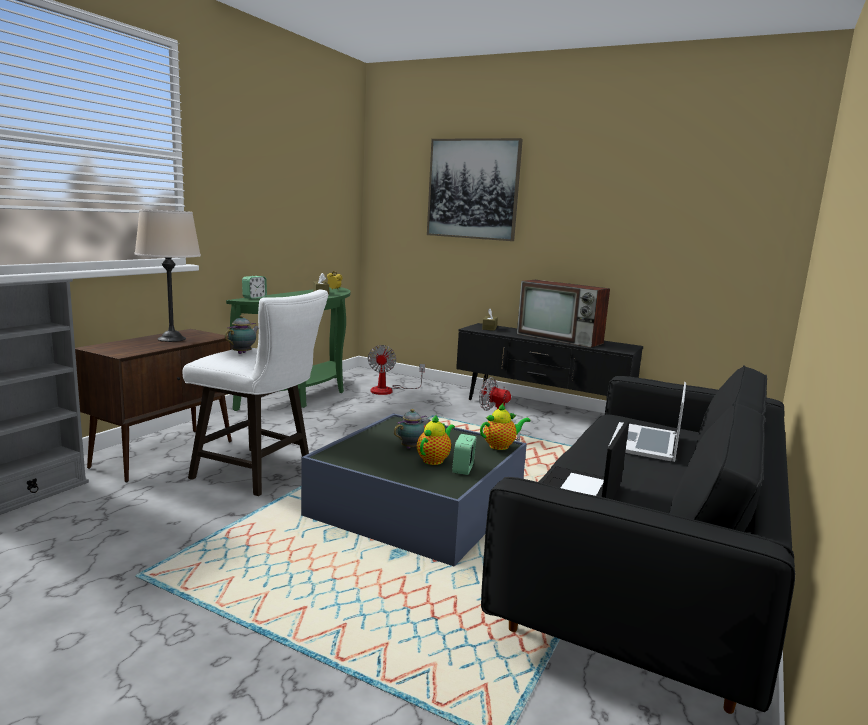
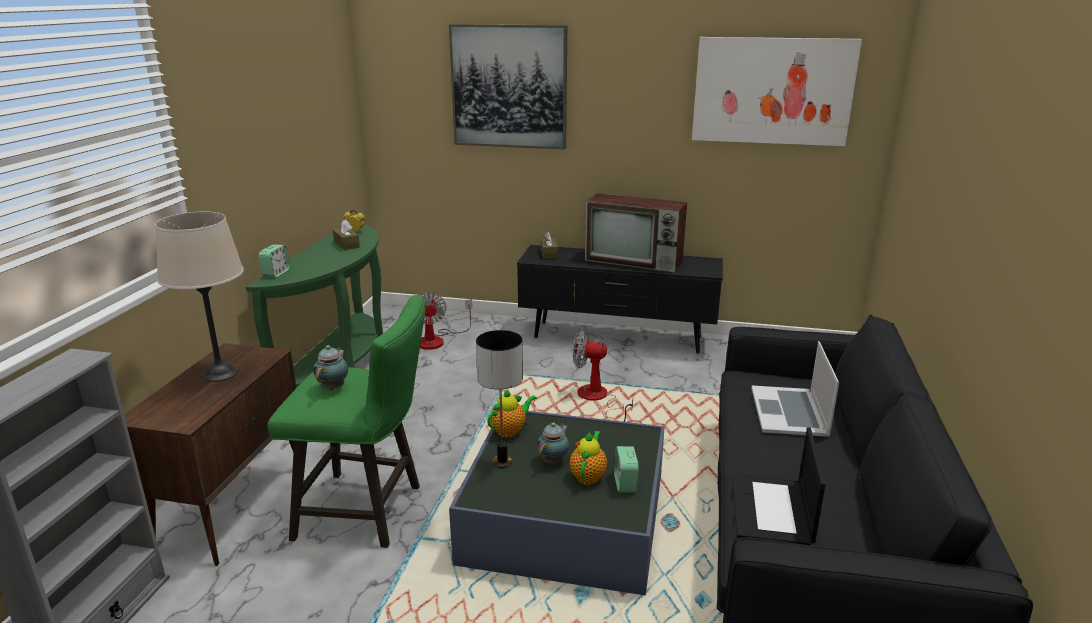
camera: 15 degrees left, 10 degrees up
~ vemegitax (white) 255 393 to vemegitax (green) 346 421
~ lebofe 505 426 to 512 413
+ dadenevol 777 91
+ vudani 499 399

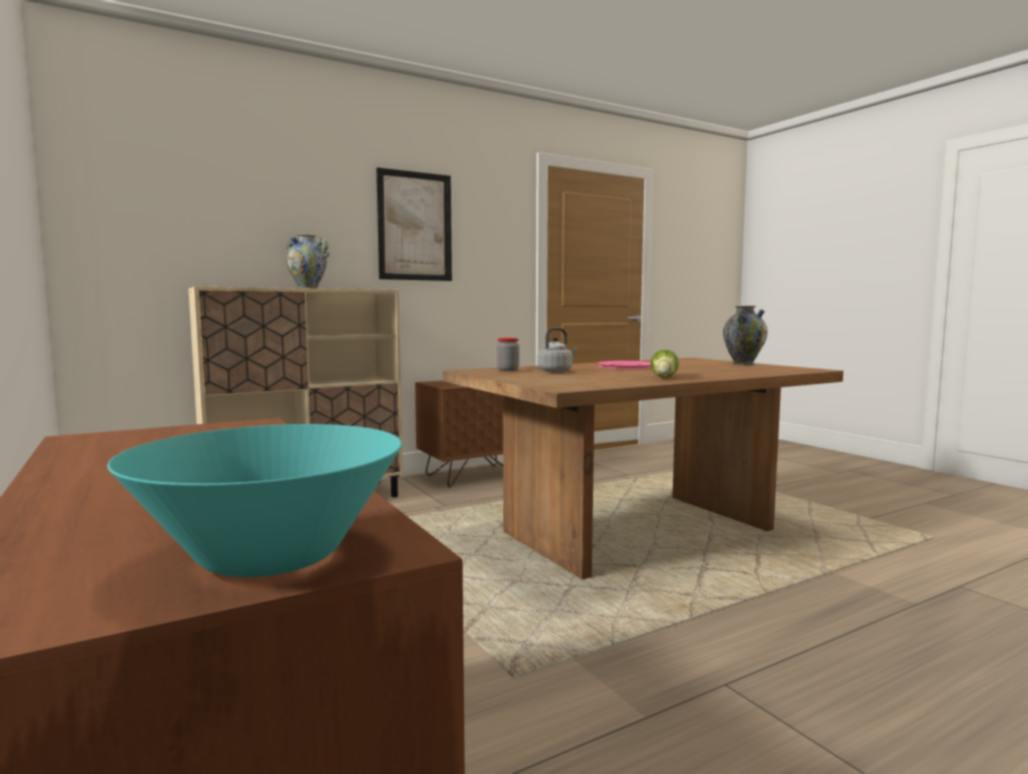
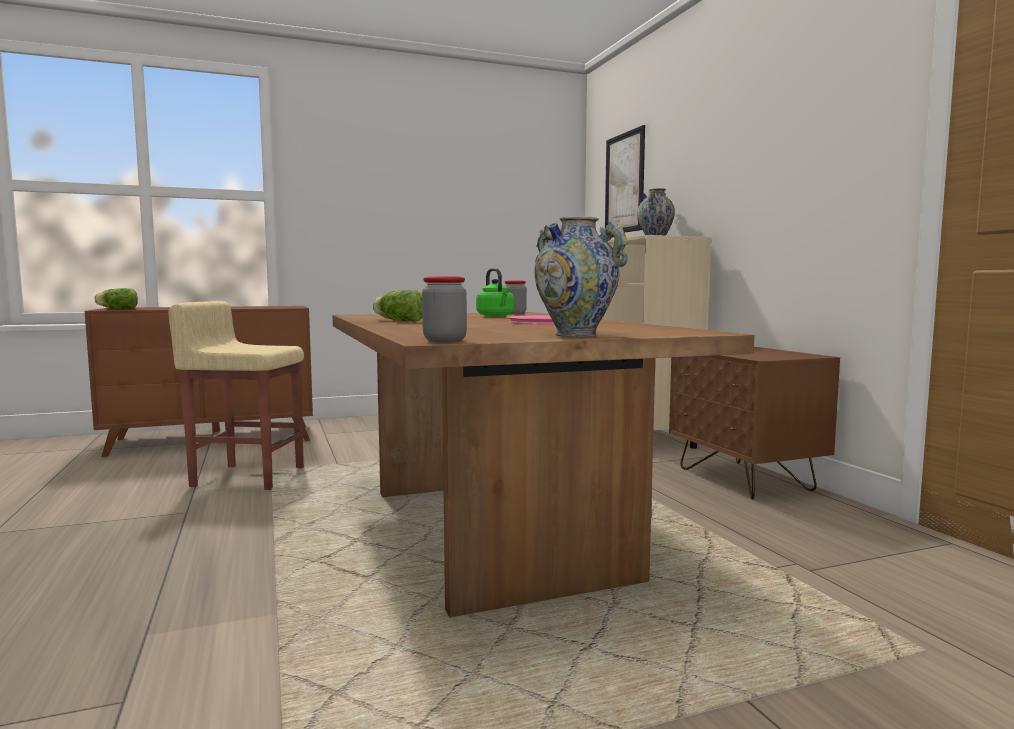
camera: 100 degrees right, 0 degrees up
~ dadenevol 414 224 to 625 179
~ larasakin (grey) 557 350 to larasakin (green) 495 292
~ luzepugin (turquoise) 254 500 to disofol 116 298
+ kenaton 444 309
+ vemegitax (beige) 236 395

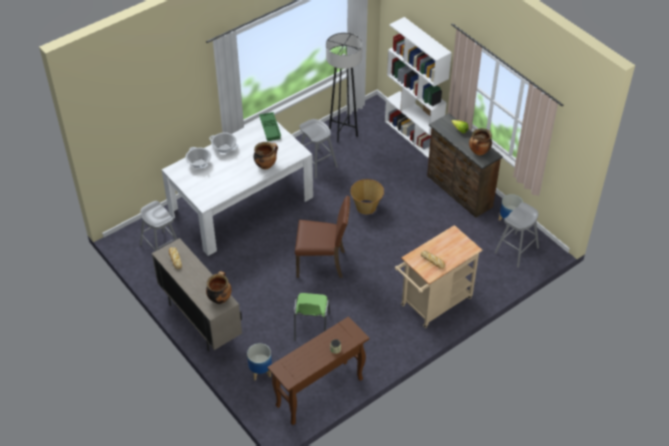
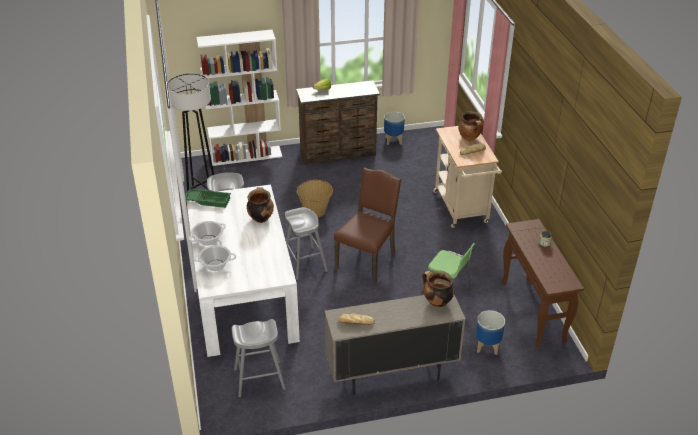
camera: 65 degrees left, 10 degrees down
~ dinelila 480 142 to 470 126
~ vemegitax (grey) 516 235 to 306 243

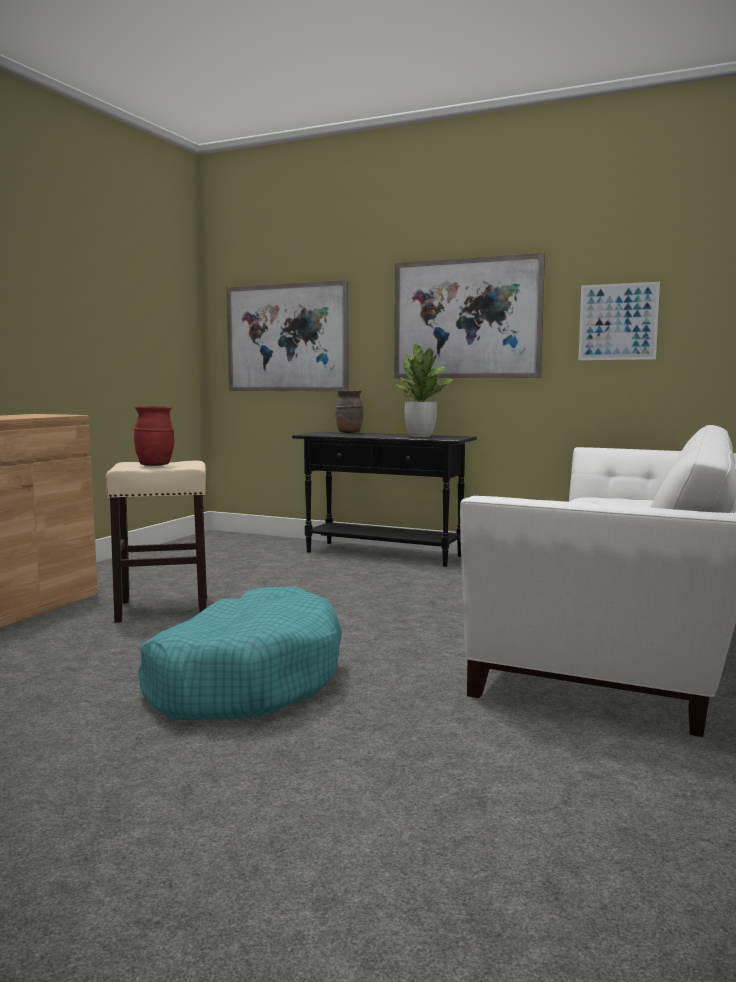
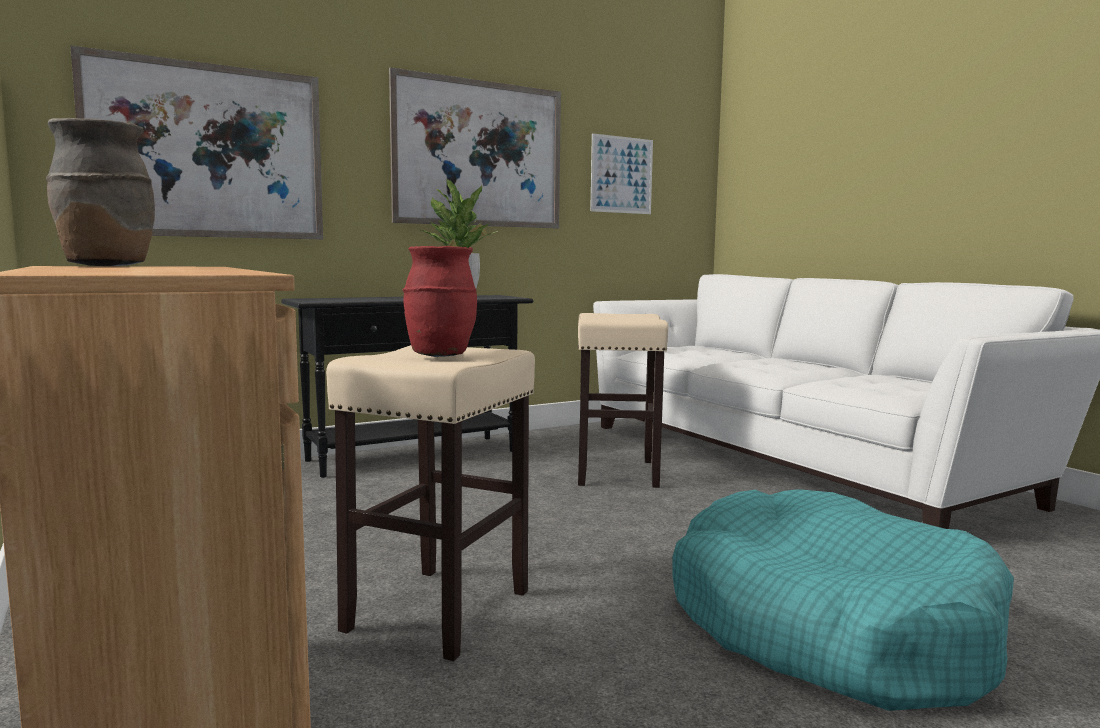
camera: 55 degrees left, 0 degrees up
~ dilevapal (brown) 349 411 to 100 192
+ vemegitax (beige) 623 400

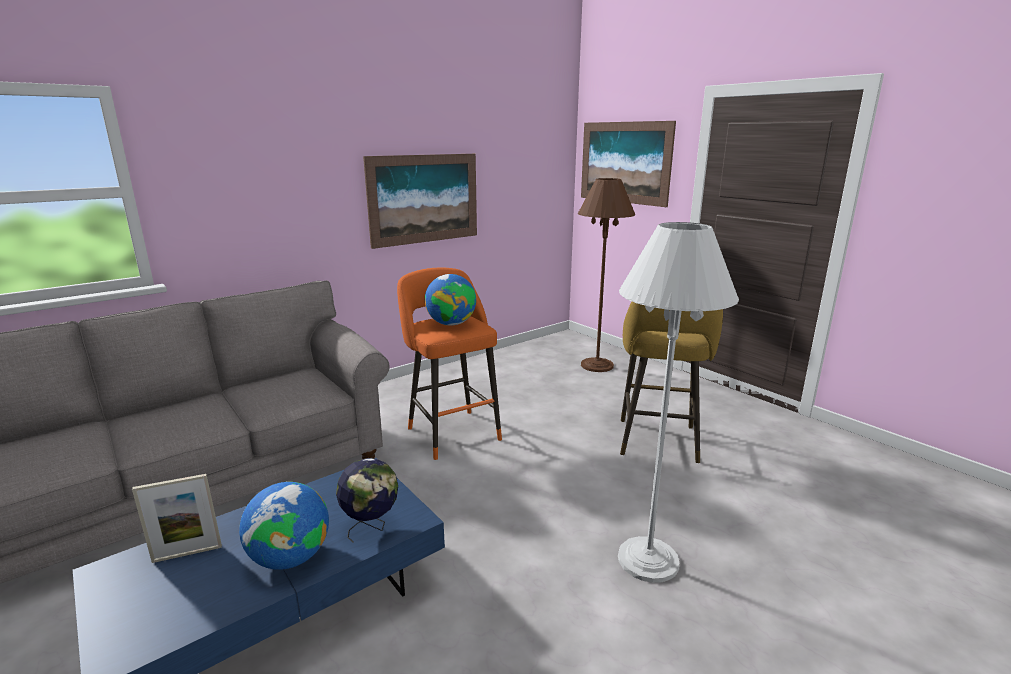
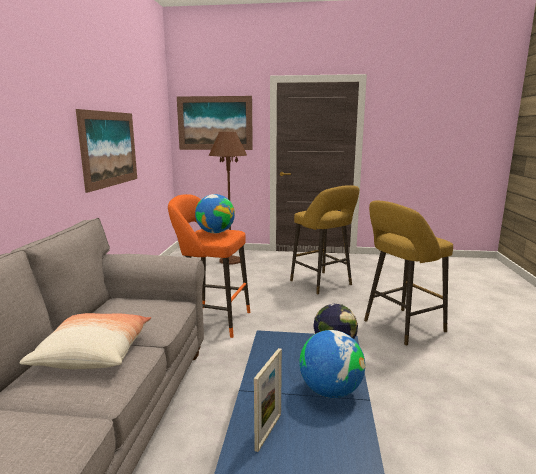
camera: 45 degrees left, 5 degrees down
~ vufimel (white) 678 402 to vemegitax (yellow) 408 273
+ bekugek 85 341

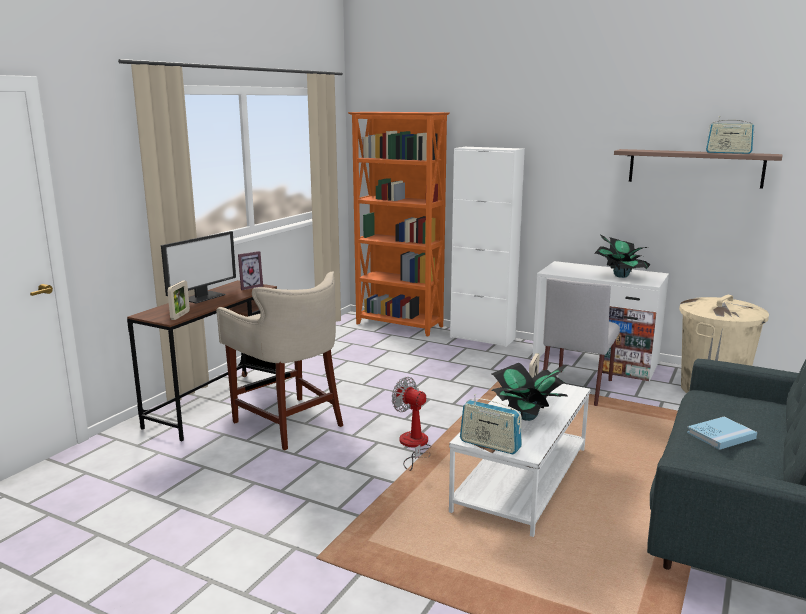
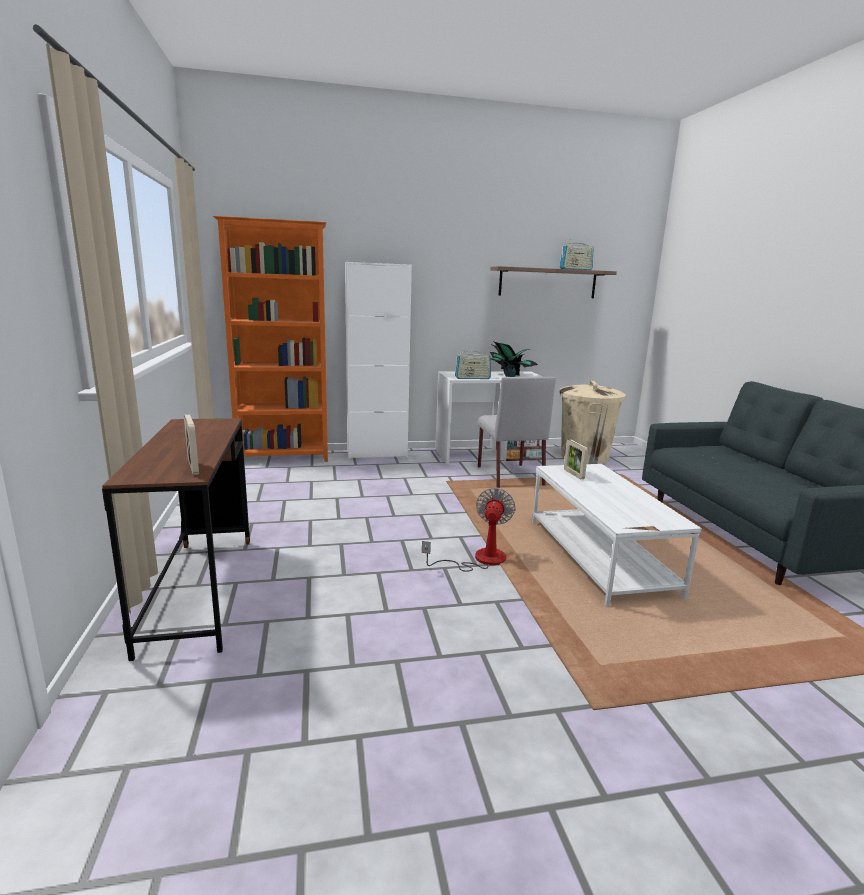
camera: 40 degrees left, 0 degrees up
- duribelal 198 267
- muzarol 250 270
- vemegitax (beige) 279 361
- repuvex 530 392
~ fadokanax 412 424 = 469 530 105 degrees clockwise
~ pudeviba 491 424 to 473 365
- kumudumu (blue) 722 433

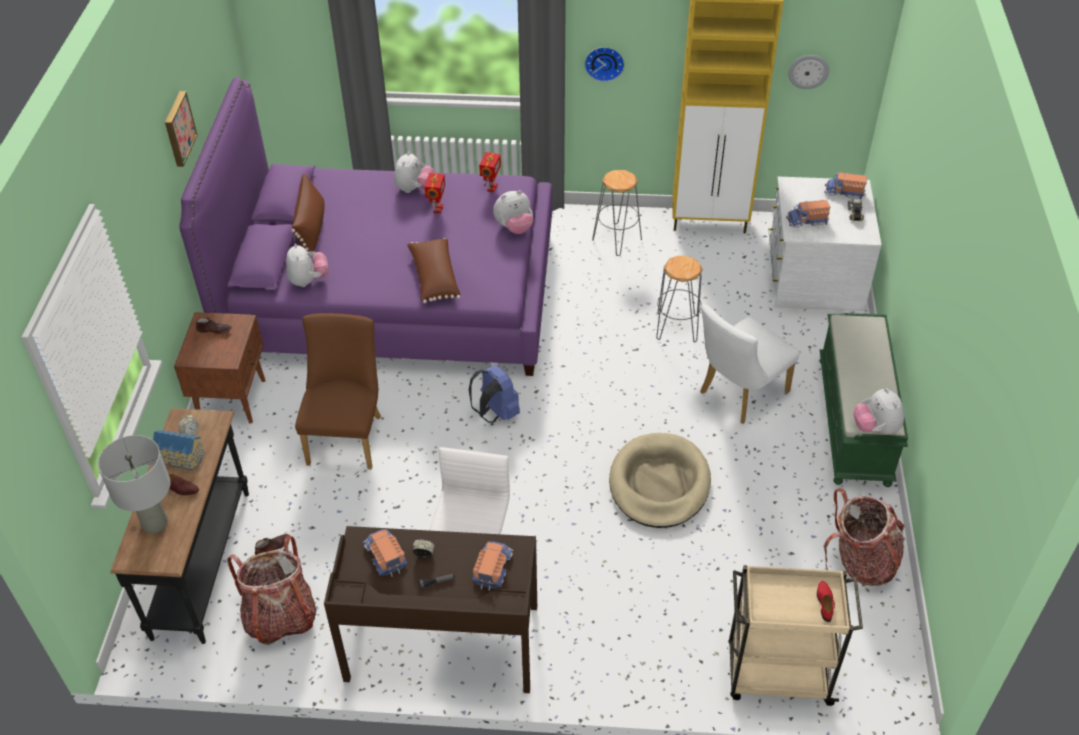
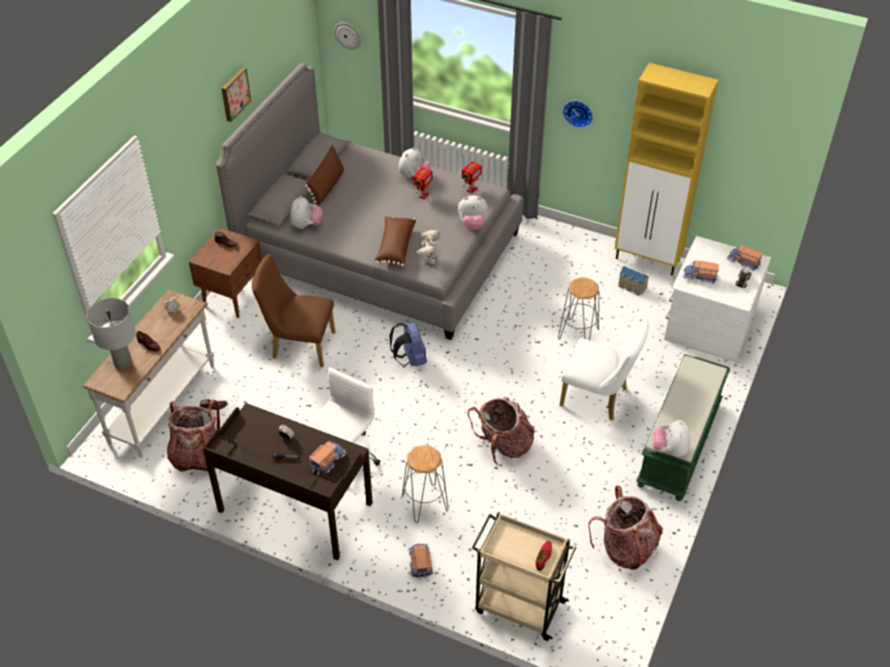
camera: 20 degrees right, 0 degrees up
~ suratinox 808 72 to 347 36
~ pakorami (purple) 366 226 to pakorami (grey) 369 201
~ vemegitax (grey) 617 213 to 425 484
~ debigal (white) 750 364 = 604 369 135 degrees counterclockwise
~ debigal (brown) 338 391 = 293 310 105 degrees counterclockwise
~ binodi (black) 180 526 to binodi (white) 148 374
~ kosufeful 179 450 to 633 280
~ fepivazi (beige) 660 480 to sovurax 501 431
~ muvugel 385 553 to 420 562
+ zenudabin 428 247

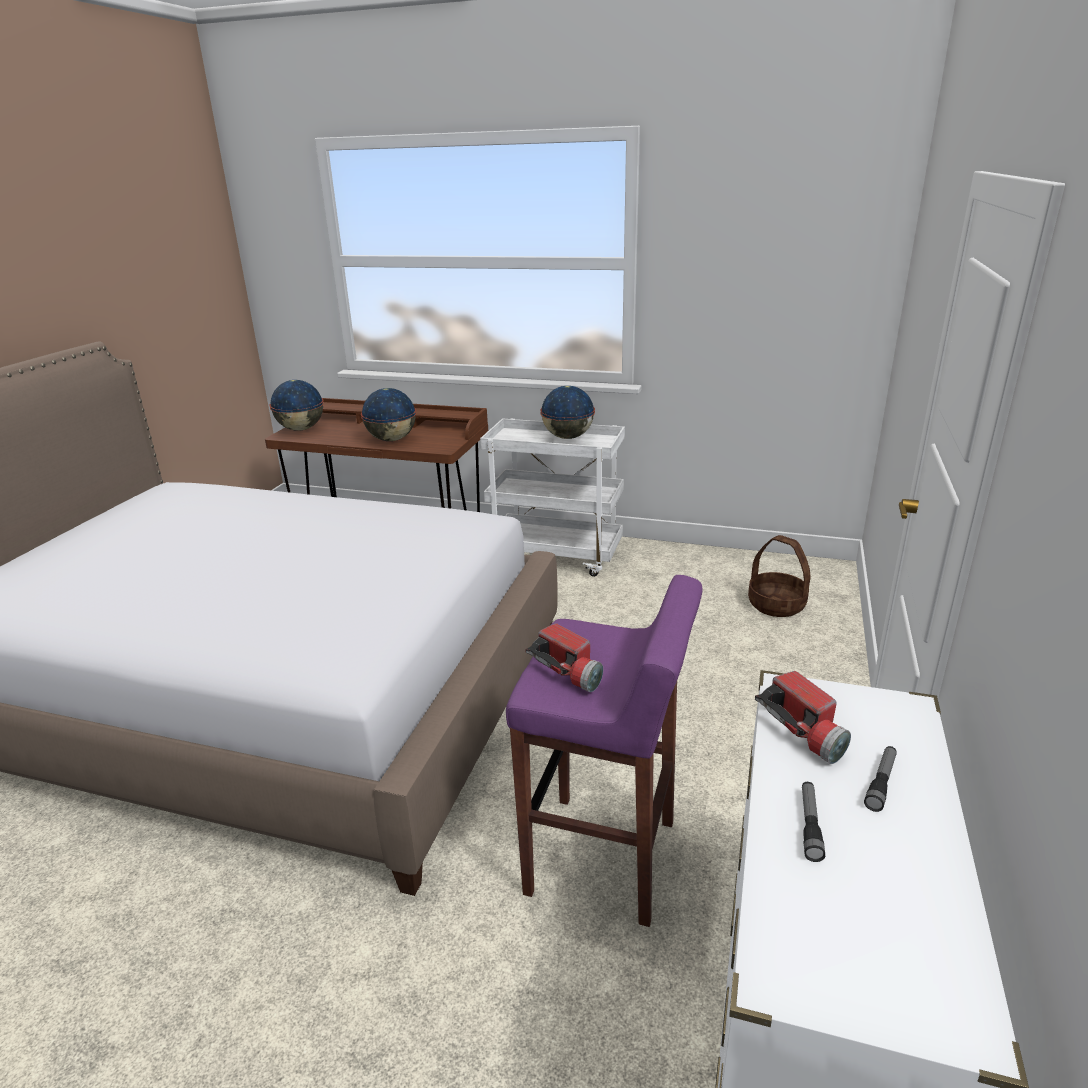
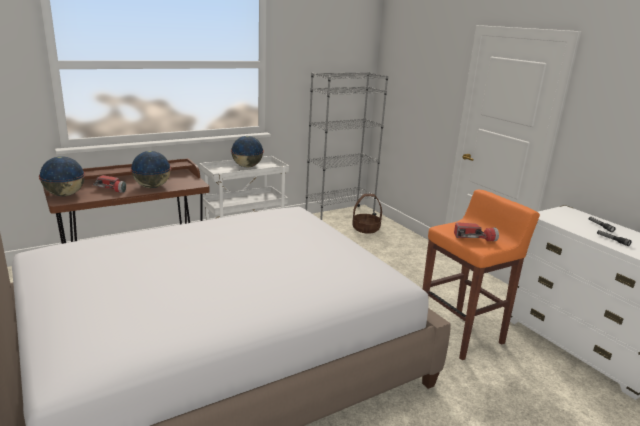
camera: 50 degrees left, 5 degrees down
~ vemegitax (purple) 604 751 to vemegitax (orange) 481 275
~ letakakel 803 717 to 109 184
+ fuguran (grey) 346 146

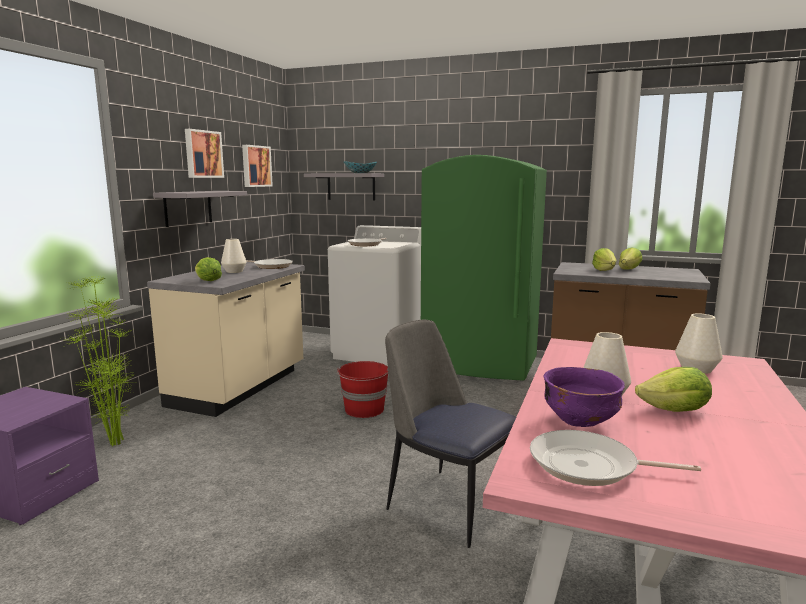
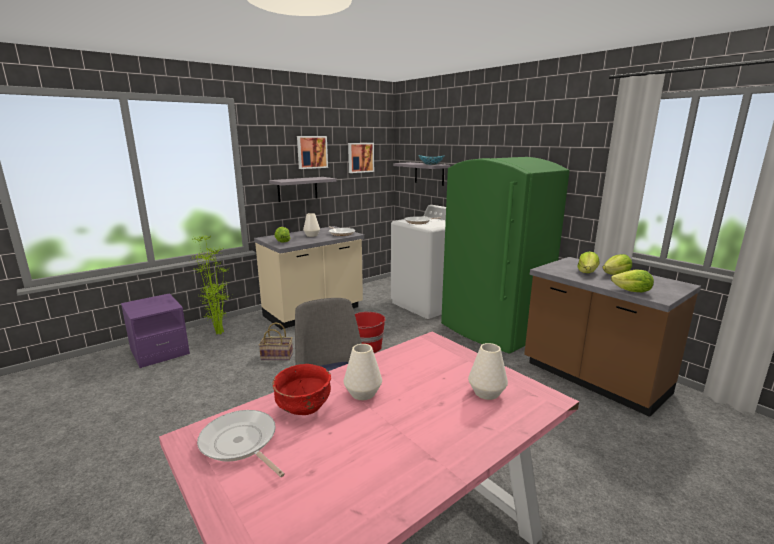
camera: 30 degrees right, 5 degrees up
~ luzepugin (purple) 584 397 to luzepugin (red) 301 389
~ disofol 673 389 to 632 281
+ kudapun 276 341

